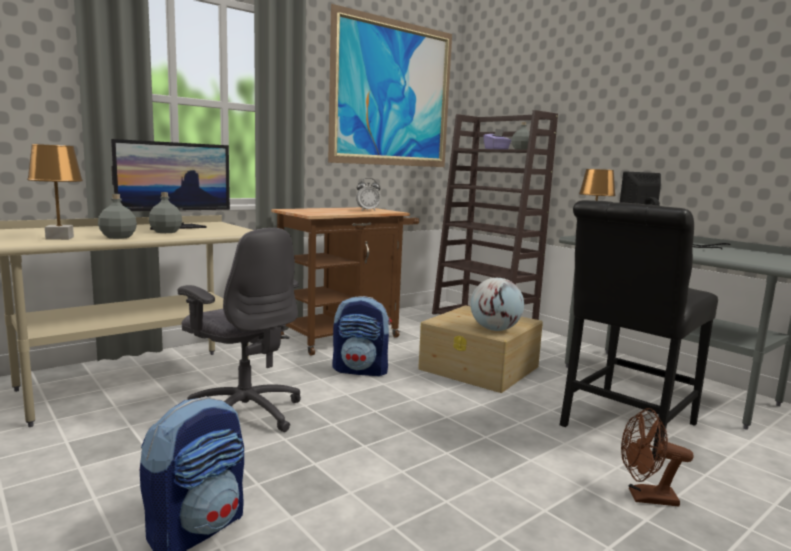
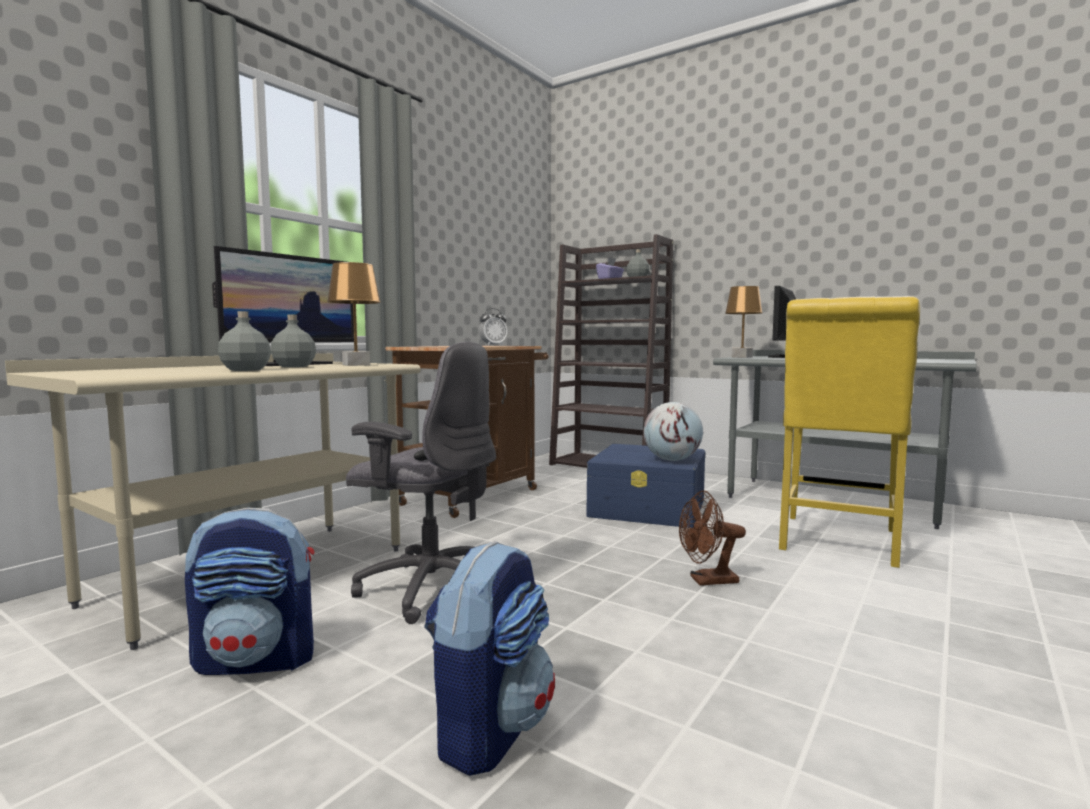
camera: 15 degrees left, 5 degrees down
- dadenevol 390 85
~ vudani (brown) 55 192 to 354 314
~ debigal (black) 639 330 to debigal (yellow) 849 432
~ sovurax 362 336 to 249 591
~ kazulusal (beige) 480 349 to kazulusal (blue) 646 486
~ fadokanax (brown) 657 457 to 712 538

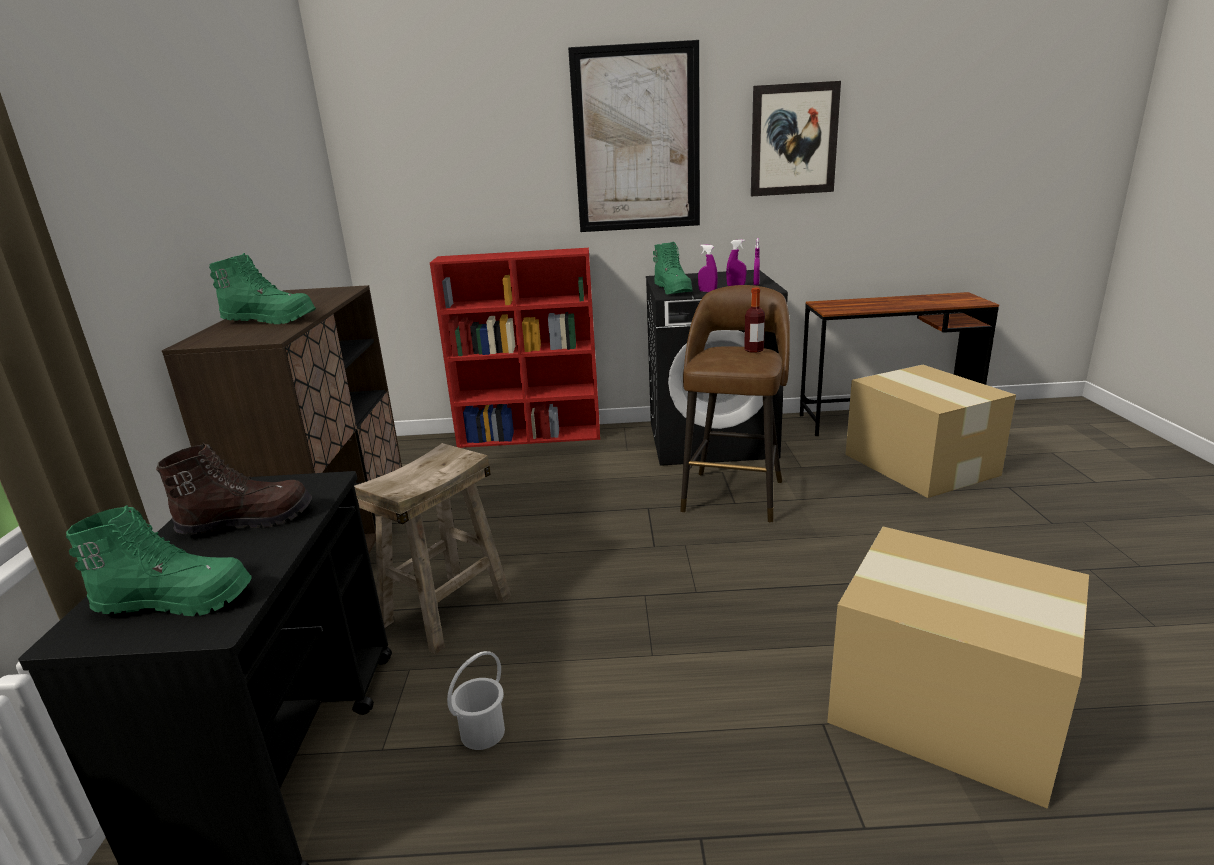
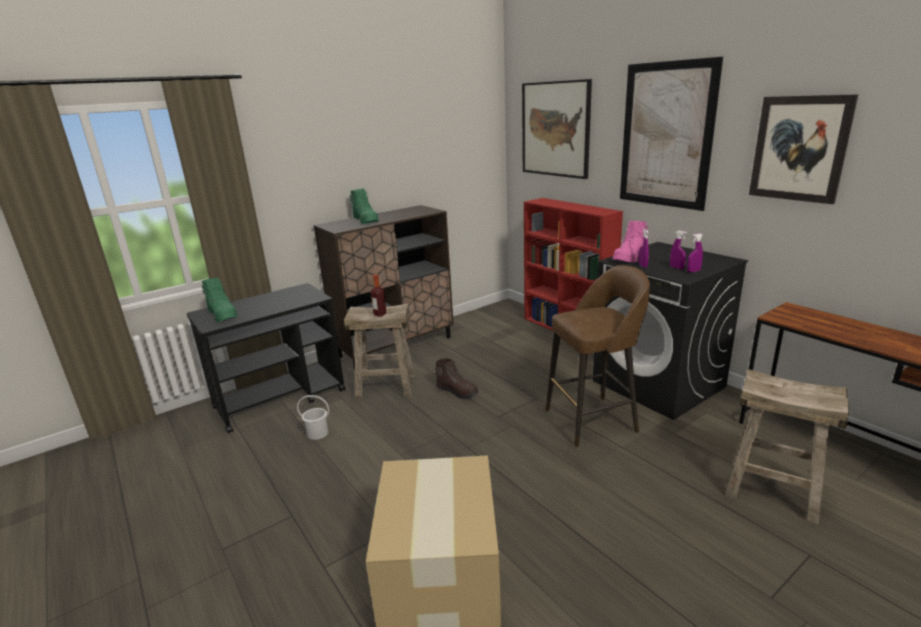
camera: 55 degrees right, 0 degrees up
~ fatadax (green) 673 268 to fatadax (pink) 630 242
~ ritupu 754 320 to 378 295
~ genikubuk 930 431 to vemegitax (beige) 787 446
~ fatadax (brown) 234 489 to 457 378
+ dadenevol 557 129

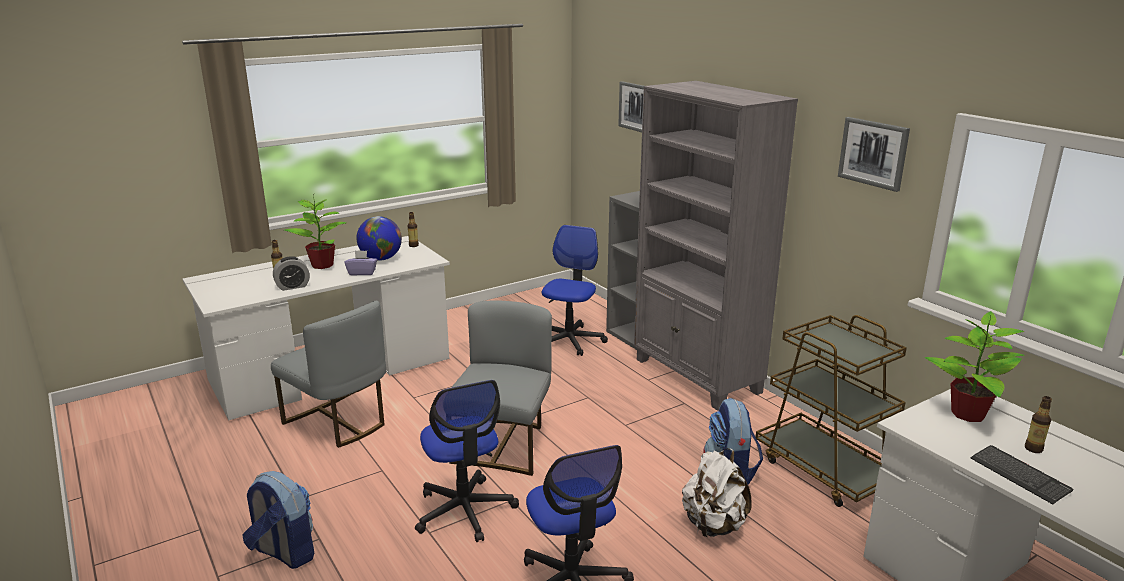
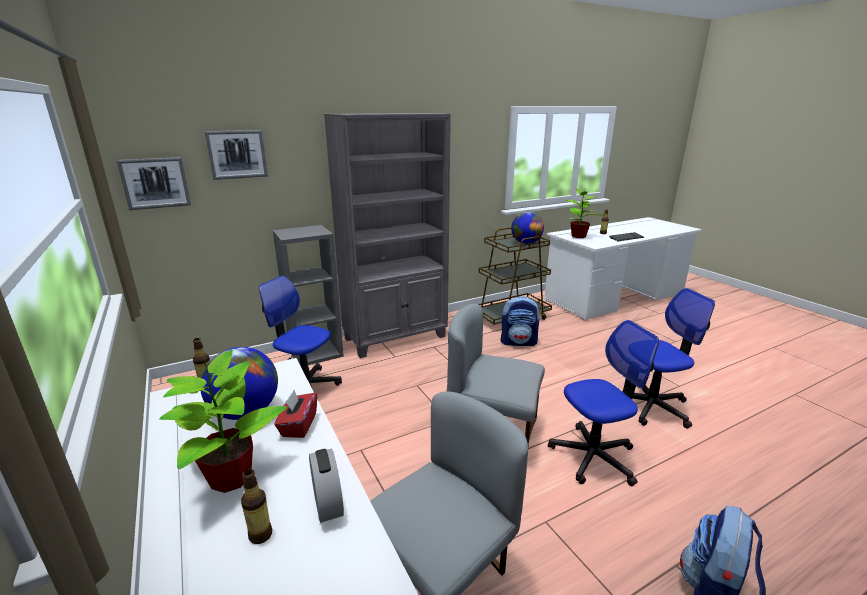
camera: 85 degrees left, 0 degrees up
~ dadenevol 874 154 to 154 183
~ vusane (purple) 360 263 to vusane (red) 296 414
- sovurax (white) 717 493
+ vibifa 527 228

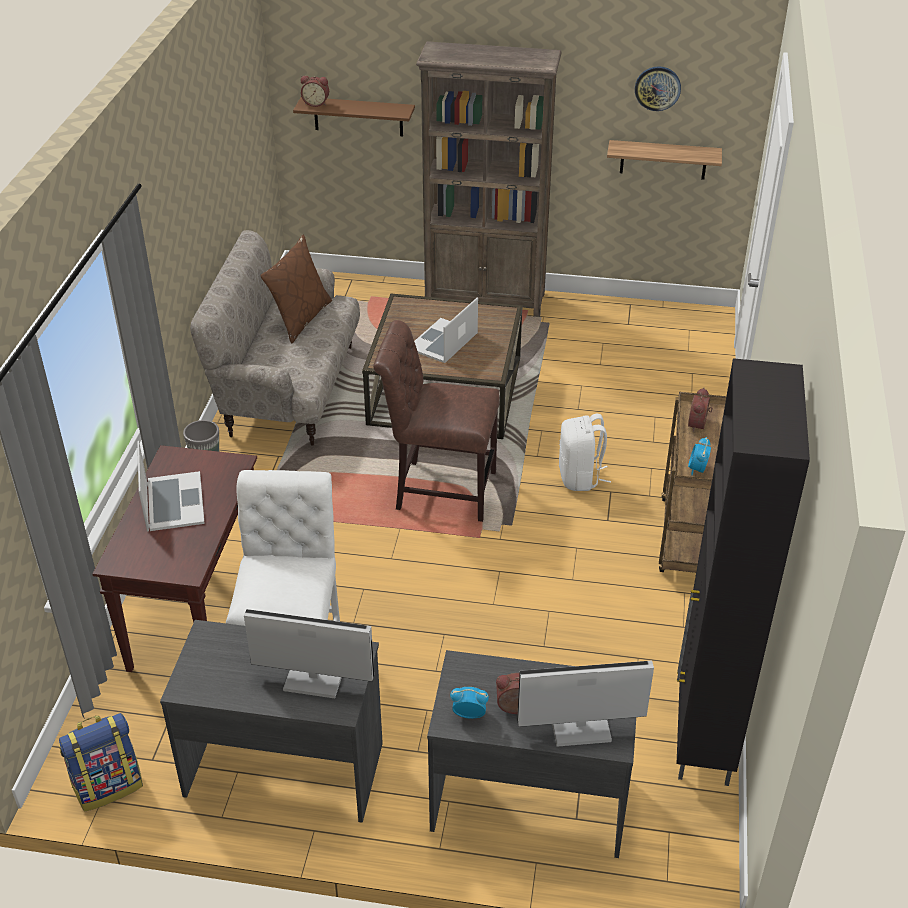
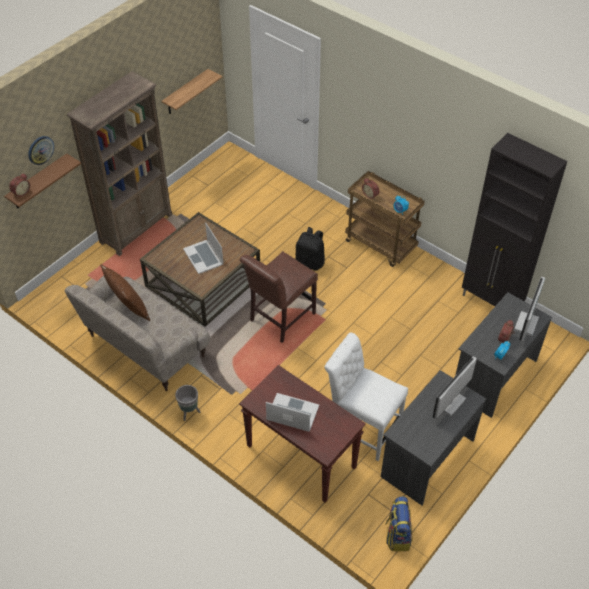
camera: 60 degrees left, 10 degrees up
~ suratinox 658 88 to 41 150
~ sovurax (white) 585 452 to sovurax (black) 310 249

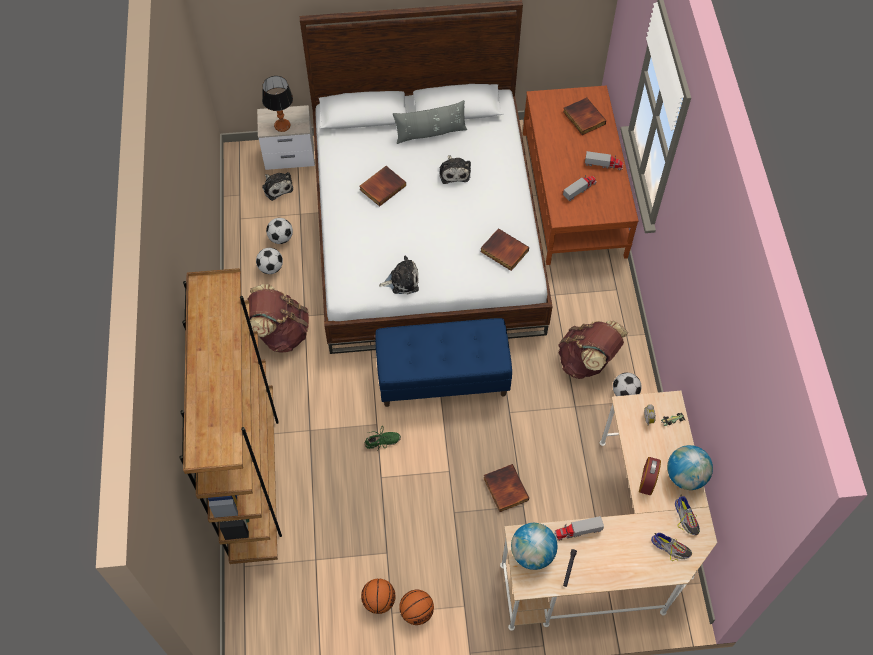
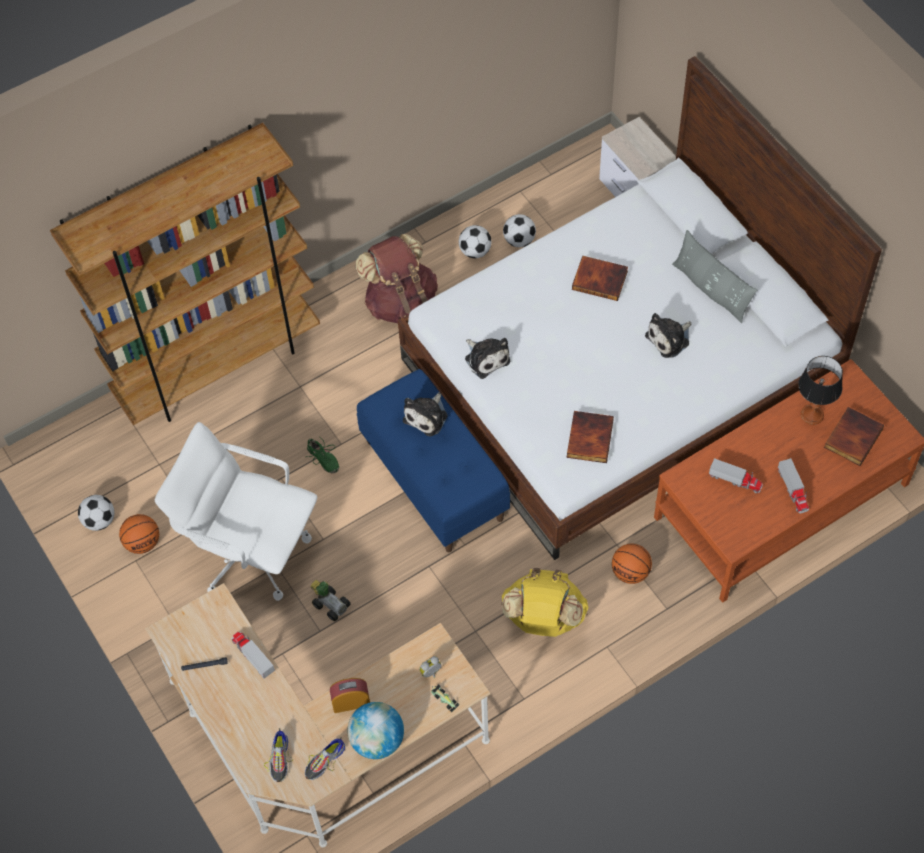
camera: 65 degrees right, 0 degrees up
~ vudani 277 104 to 820 390
~ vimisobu 277 186 to 425 414
~ sovurax (brown) 593 350 to sovurax (yellow) 544 602
~ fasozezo 627 384 to 96 513
~ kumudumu 506 488 to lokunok 331 600
- vibifa 534 546
~ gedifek 416 607 to 632 564
+ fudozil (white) 236 511

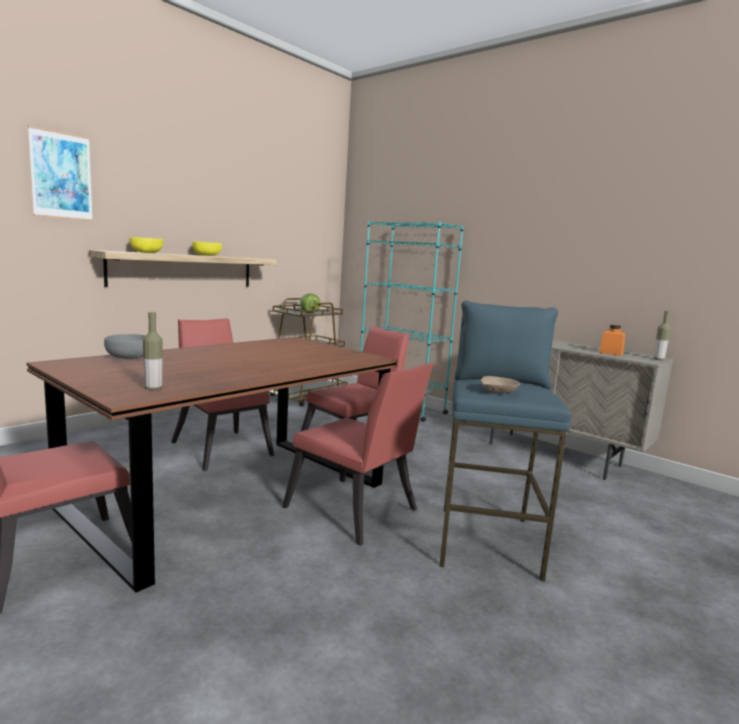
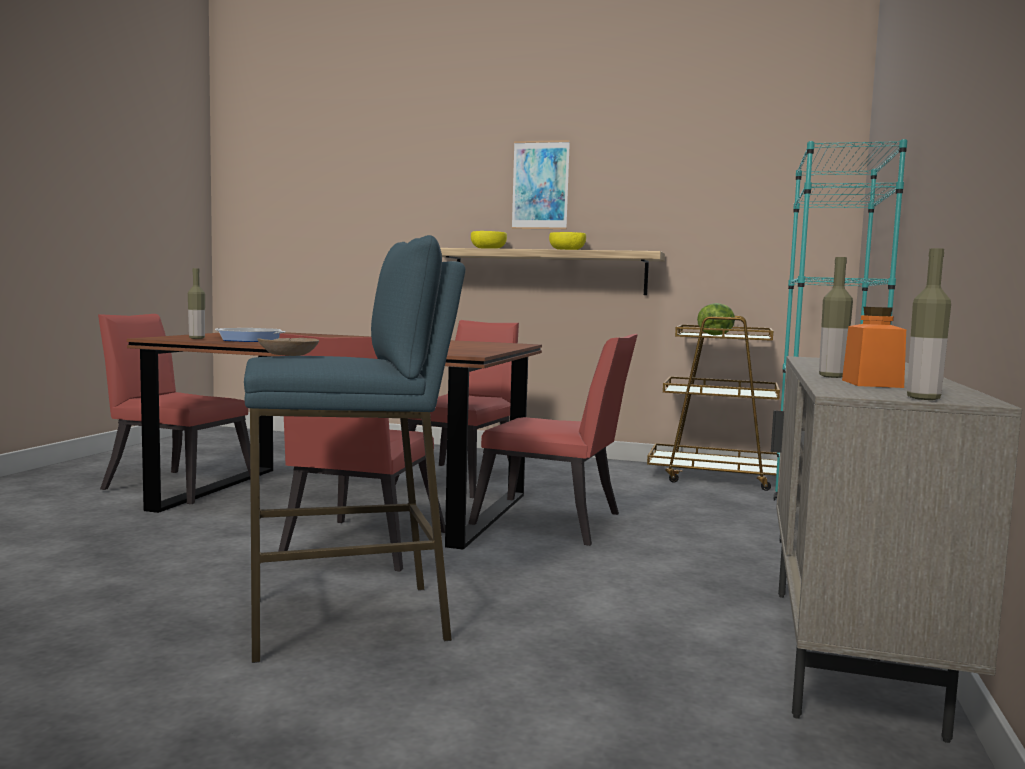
camera: 65 degrees right, 5 degrees down
~ dadenevol 60 173 to 541 184
- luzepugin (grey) 125 346
+ ritupu 836 317
+ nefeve 250 335

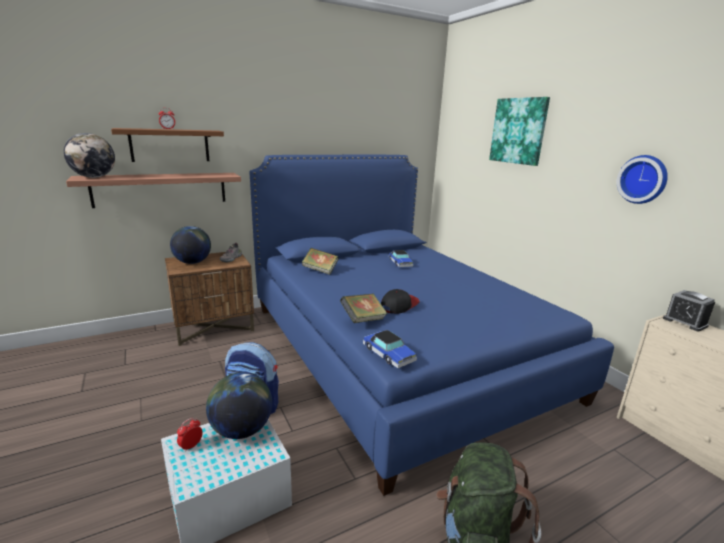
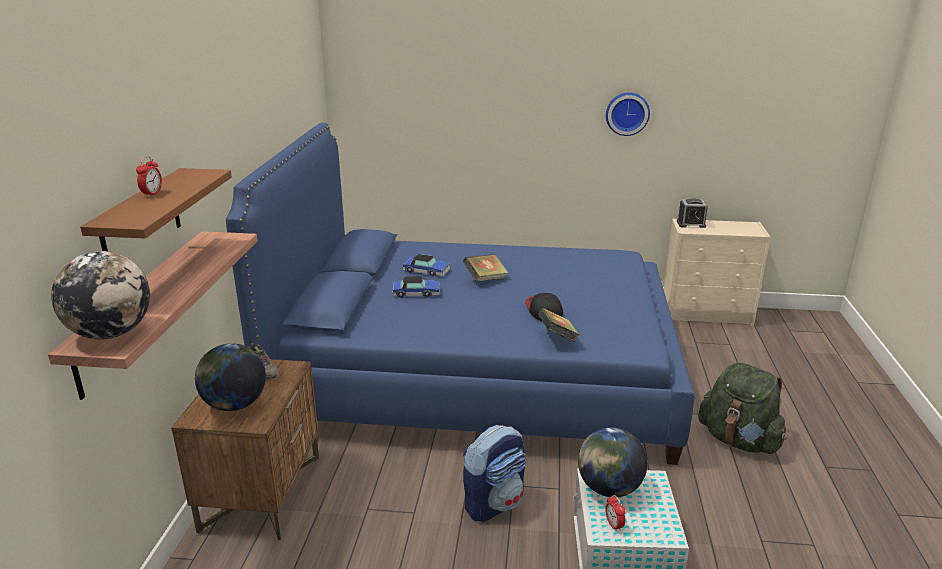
camera: 55 degrees left, 5 degrees up
- dadenevol 519 131
~ kumudumu 320 261 to 486 268
~ lokunok 390 349 to 416 287

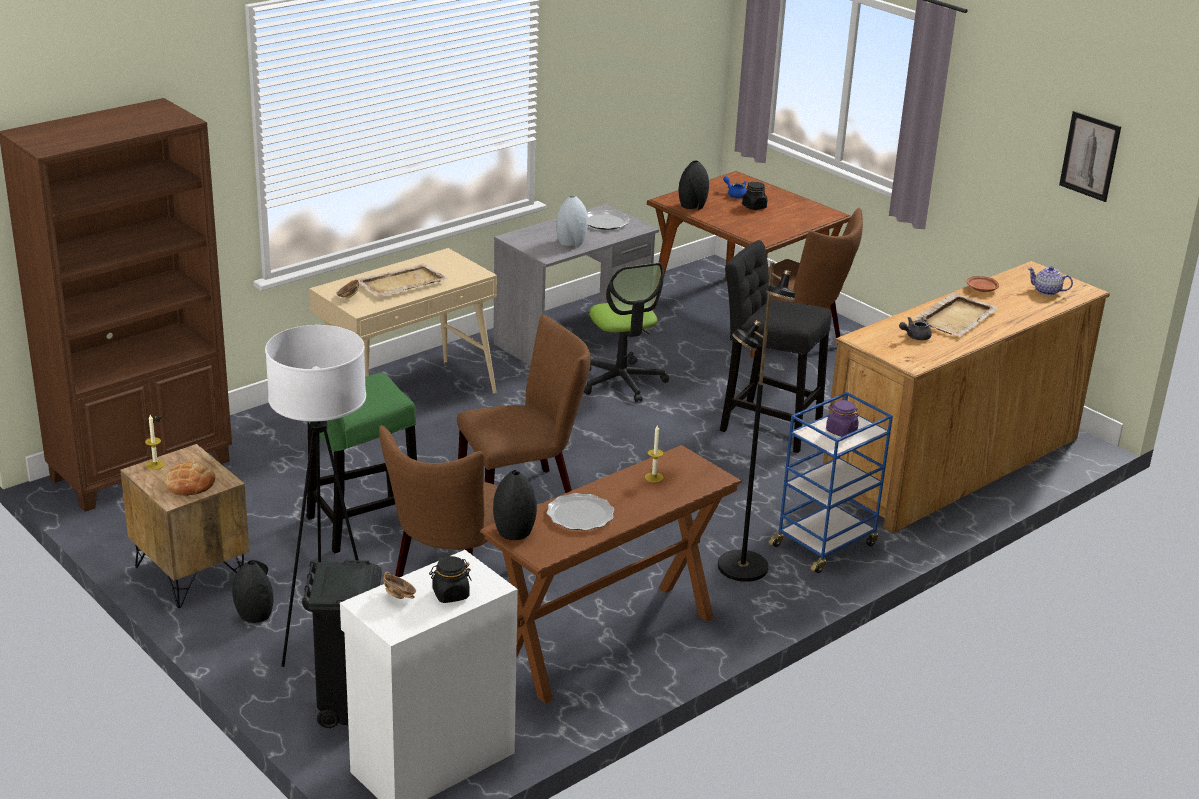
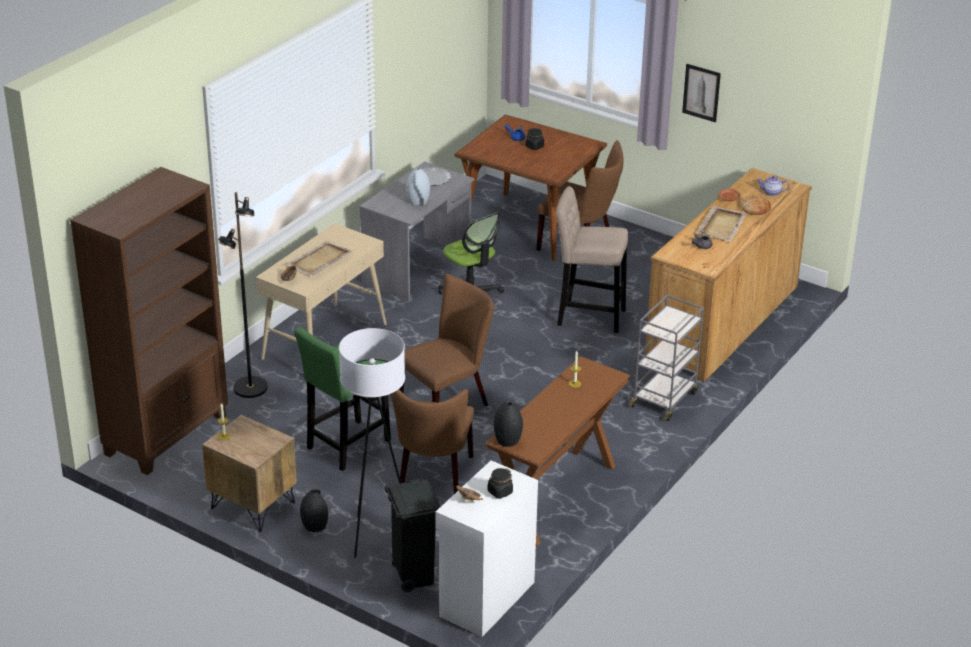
camera: 15 degrees left, 5 degrees up
~ dadenevol 1090 156 to 701 93
- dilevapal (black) 694 185
~ vemegitax (black) 775 346 to vemegitax (beige) 592 259
~ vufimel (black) 756 421 to 242 295
~ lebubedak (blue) 830 482 to lebubedak (grey) 666 358
- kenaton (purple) 842 418
~ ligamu 189 478 to 756 205
- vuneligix 580 511

